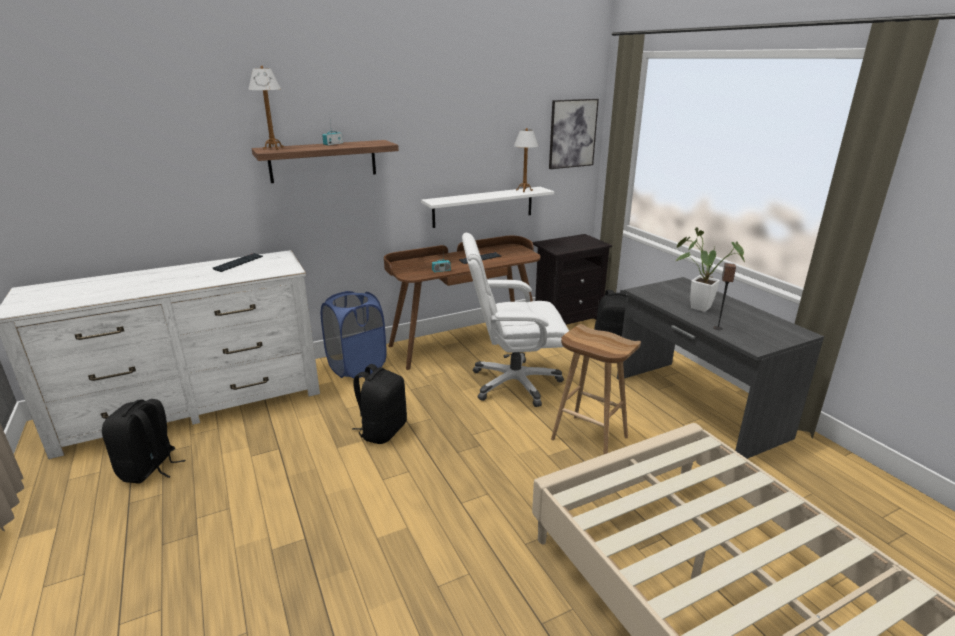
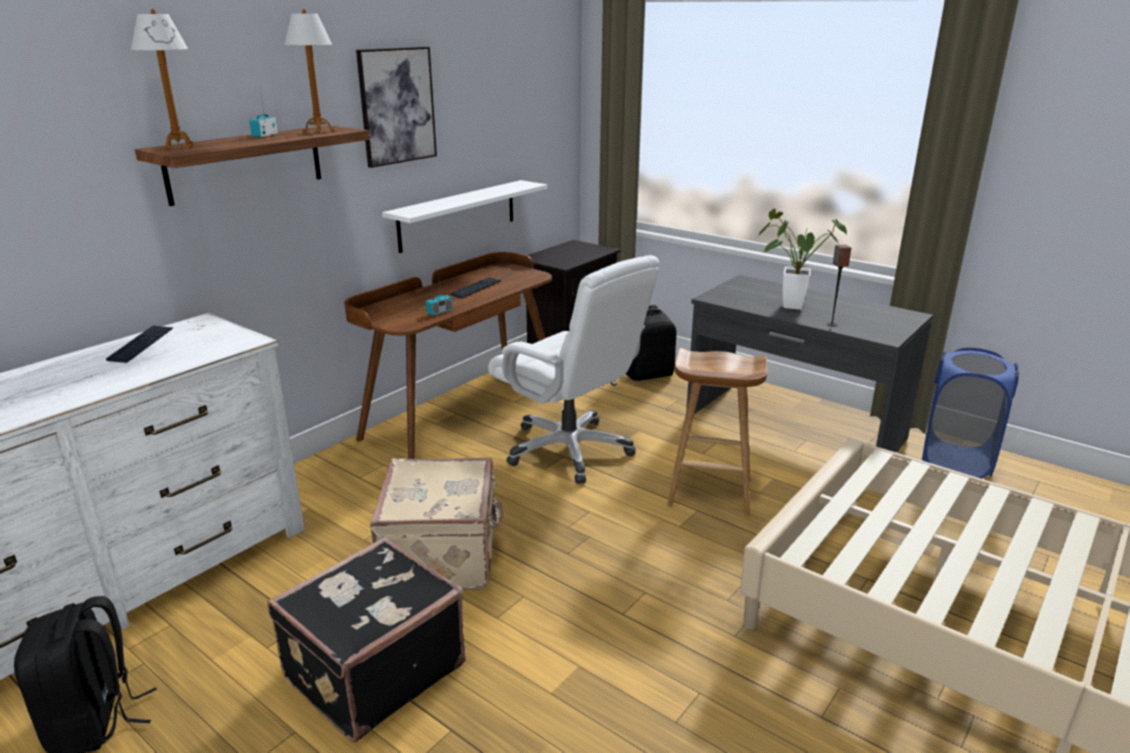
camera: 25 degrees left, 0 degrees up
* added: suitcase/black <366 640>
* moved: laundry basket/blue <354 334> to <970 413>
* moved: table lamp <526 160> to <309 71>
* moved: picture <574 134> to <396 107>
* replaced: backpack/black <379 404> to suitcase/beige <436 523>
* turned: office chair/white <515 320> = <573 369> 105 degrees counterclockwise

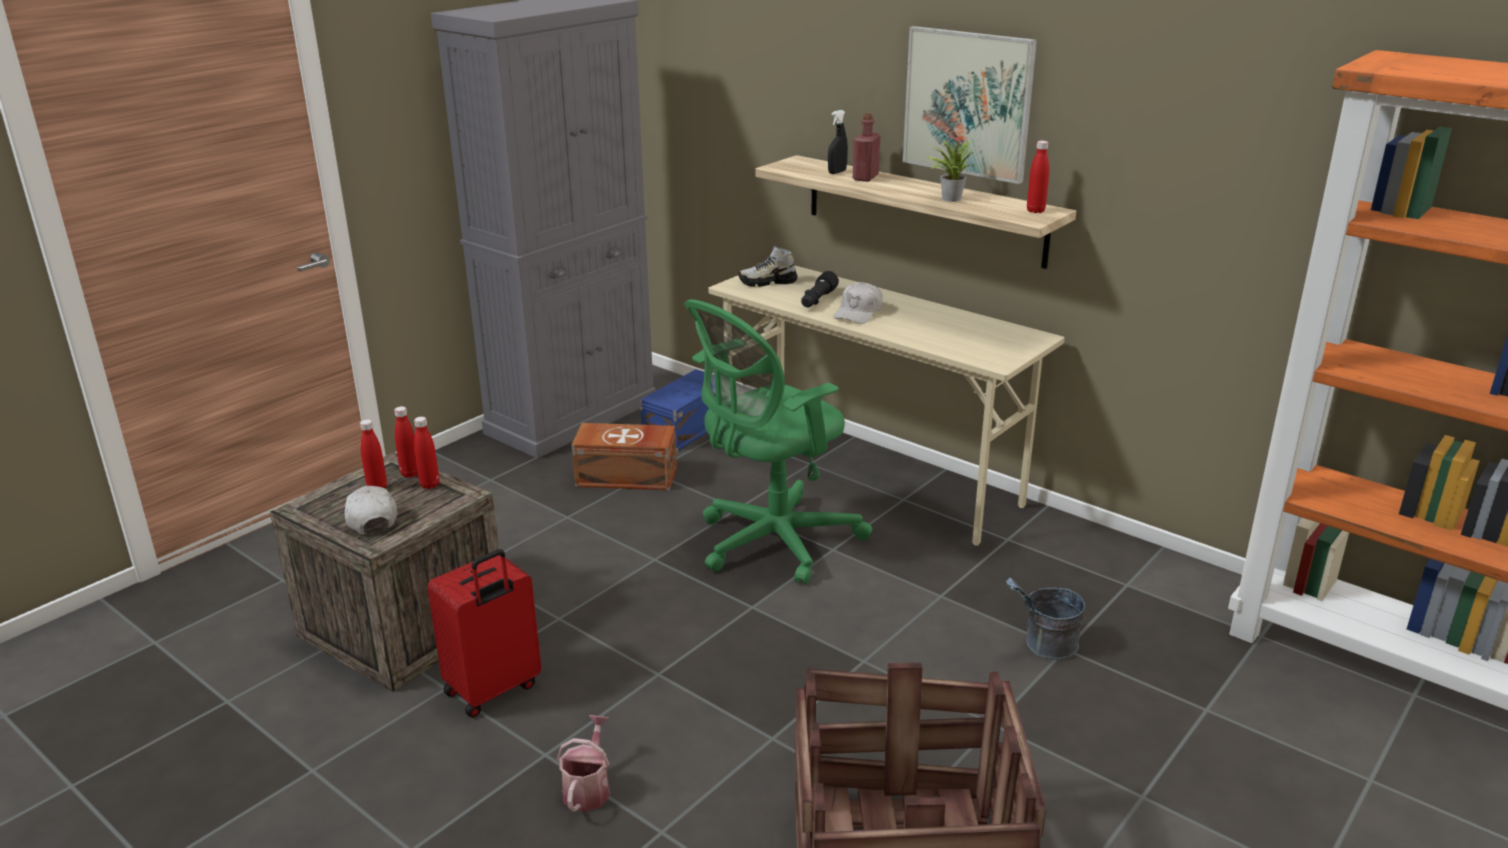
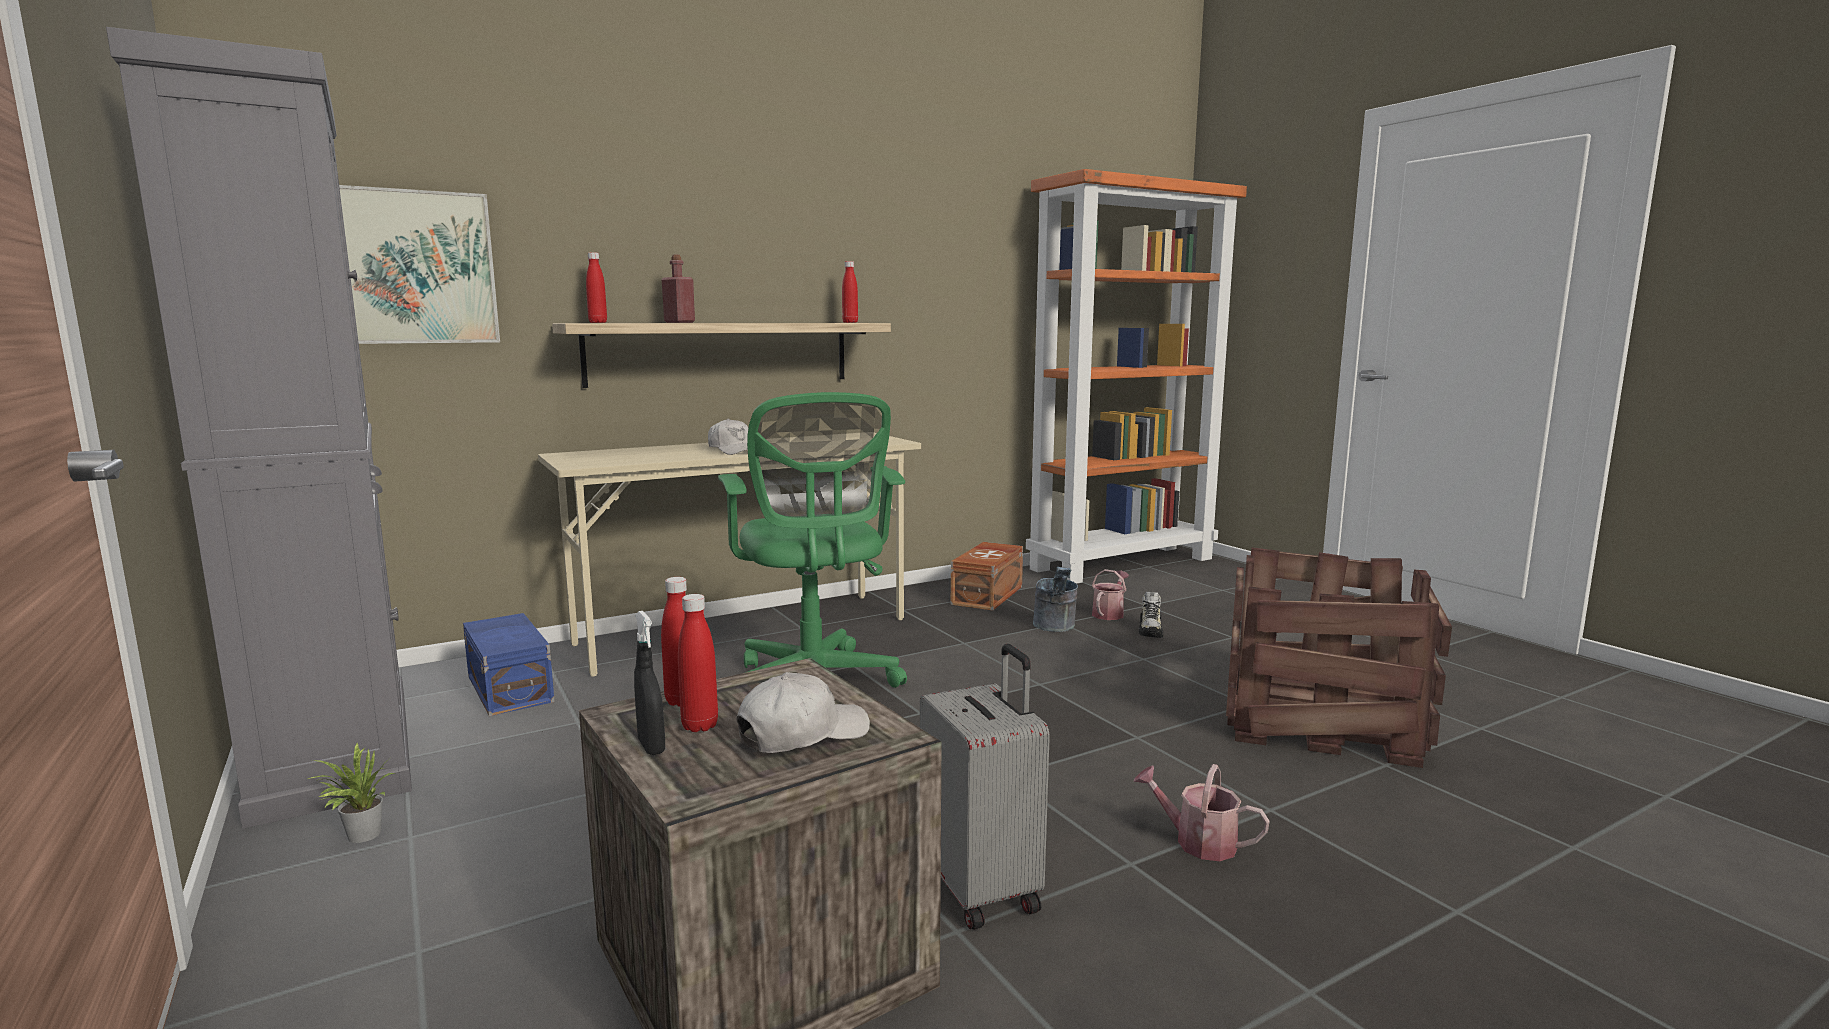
camera: 70 degrees left, 15 degrees down
* removed: flashlight/black <820 289>
* added: watering can <1110 594>
* moved: bottle/red <426 453> to <596 287>
* moved: storage box/brown <624 456> to <987 576>
* moved: shoe <767 266> to <1151 615>
* moved: spray bottle/black <838 142> to <649 683>
* moved: picture <970 105> to <419 264>
* moved: potted plant <951 171> to <352 793>
* recoloured: suitcase/red <484 633> to suitcase/grey <985 787>
* turned: cap/white <371 510> = <803 712> 150 degrees clockwise

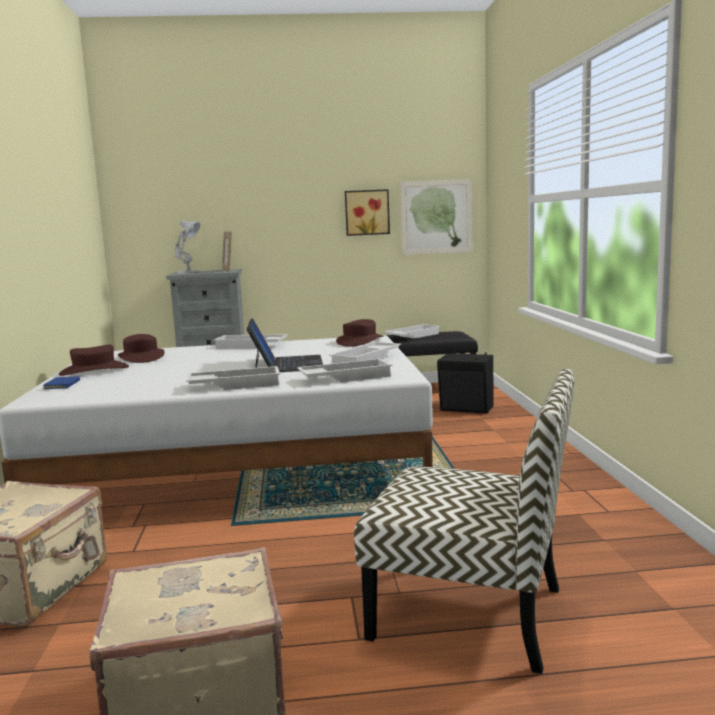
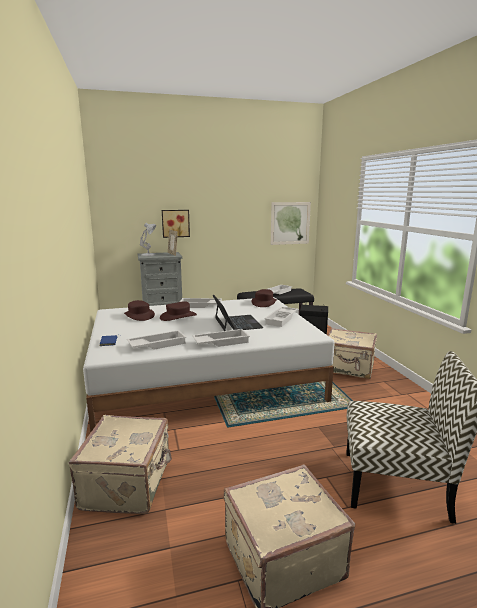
camera: 10 degrees left, 5 degrees up
* added: suitcase/beige <352 353>
* moved: hat/brown <94 360> to <178 311>
* moved: tray/white <345 370> to <157 340>
* moved: picture <367 212> to <176 224>

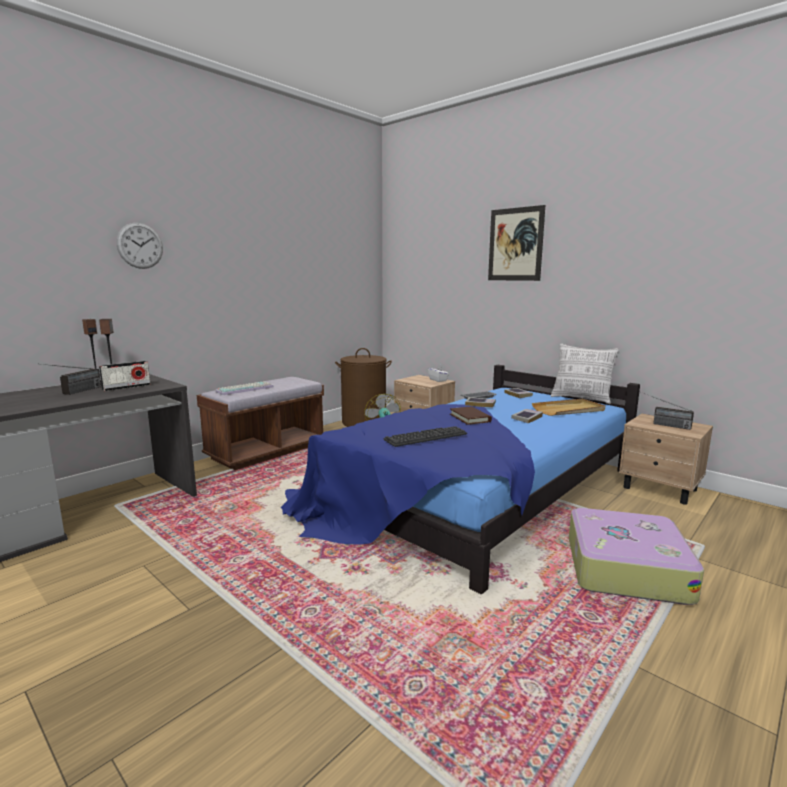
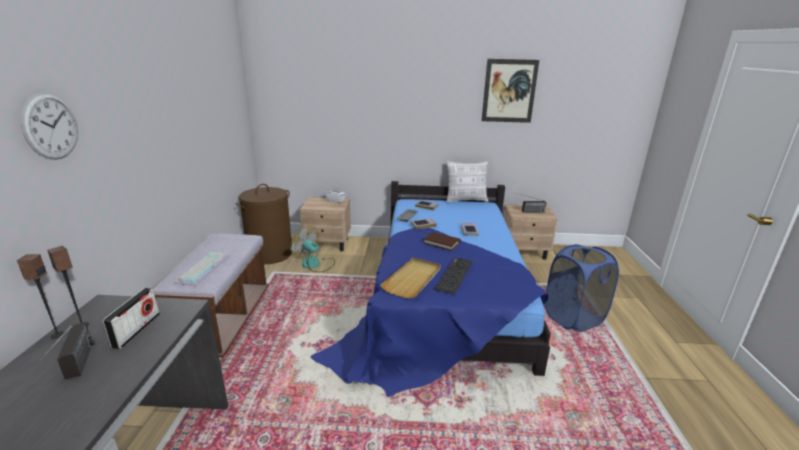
camera: 40 degrees left, 10 degrees up
* moved: picture <516 243> to <510 91>
* moved: tray/beige <568 407> to <410 278>
* replaced: suitcase <636 556> to laundry basket/blue <582 288>

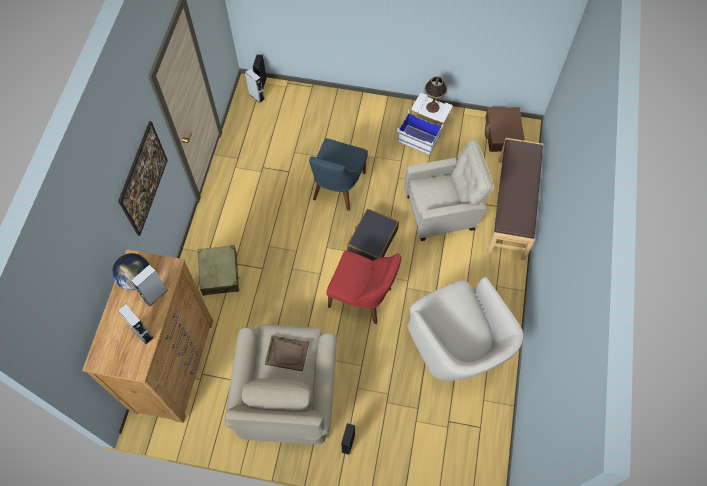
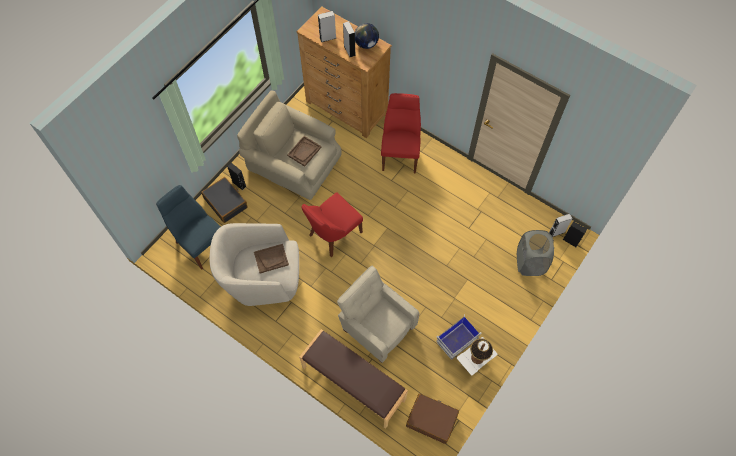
camera: 115 degrees right, 0 degrees up
* removed: picture <143 178>
* added: tray/brown <271 259>
* added: laundry basket/grey <535 253>
* moved: chair/blue <338 174> to <188 227>
* moved: suitcase/black <373 235> to <224 200>
* replaced: suitcase/beige <218 270> to chair/red <401 133>
* turned: armchair/beige <449 190> = <378 314> 120 degrees clockwise

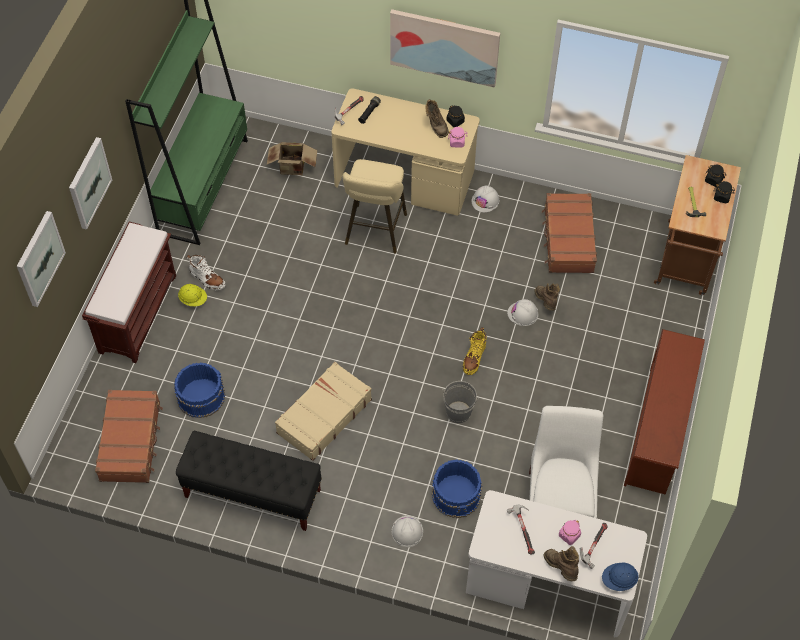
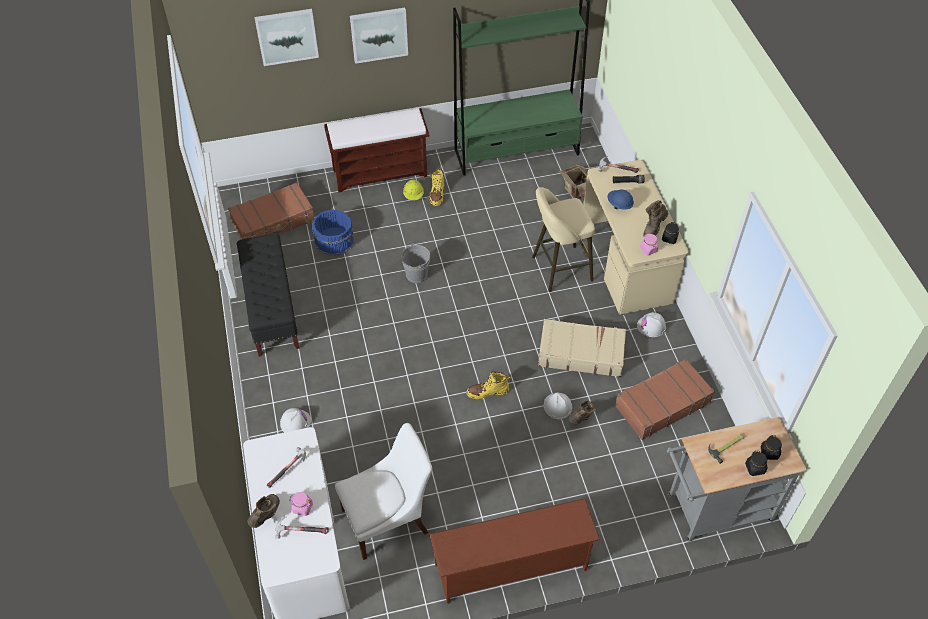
camera: 60 degrees right, 5 degrees down
* removed: picture <445 48>
* removed: bucket/blue <457 488>
* moved: suitcase/beige <323 411> to <582 348>
* moved: bucket/grey <460 402> to <415 263>
* moved: hard hat/blue <620 577> to <621 199>
* recoloured: boot/white <206 272> to boot/yellow <437 186>
* recoloured: cart/brown <697 225> to cart/grey <737 479>

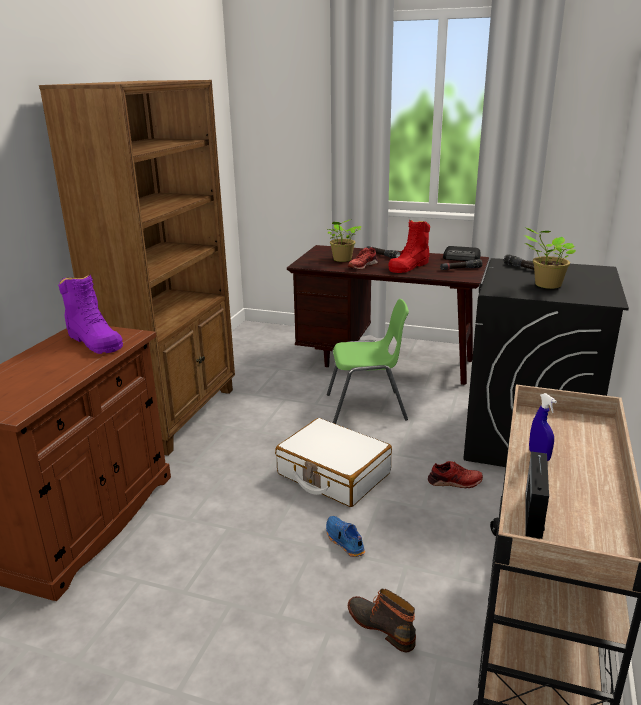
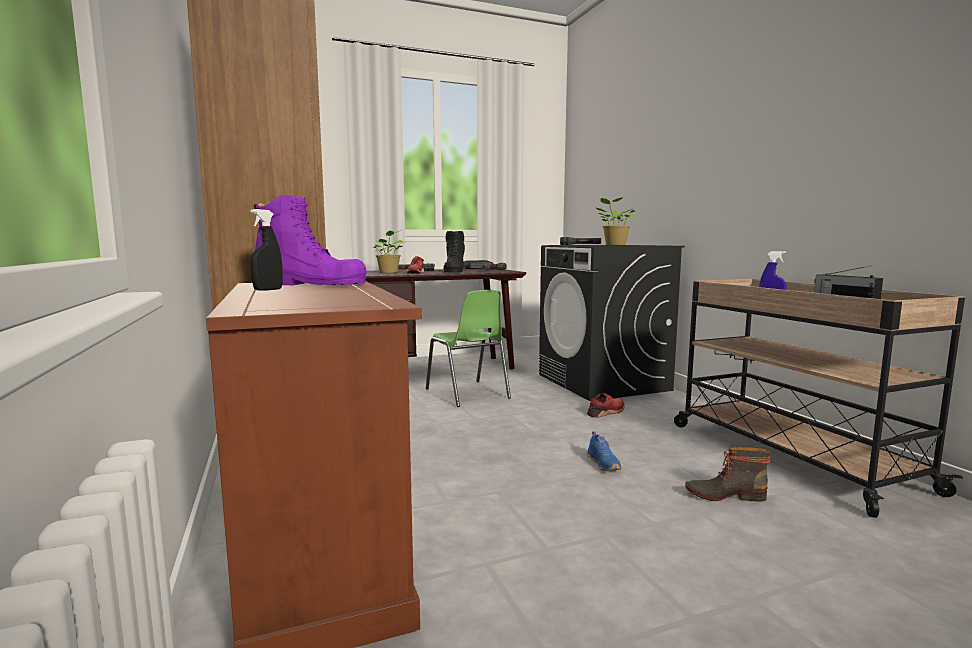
camera: 40 degrees left, 15 degrees down
* removed: suitcase/white <333 462>
* added: spray bottle/black <266 250>
* recoloured: boot/red <409 246> to boot/black <454 251>
* turned: shoe/blue <345 536> = <604 451> 120 degrees counterclockwise
* turned: chair/green <368 361> = <468 348> 105 degrees clockwise

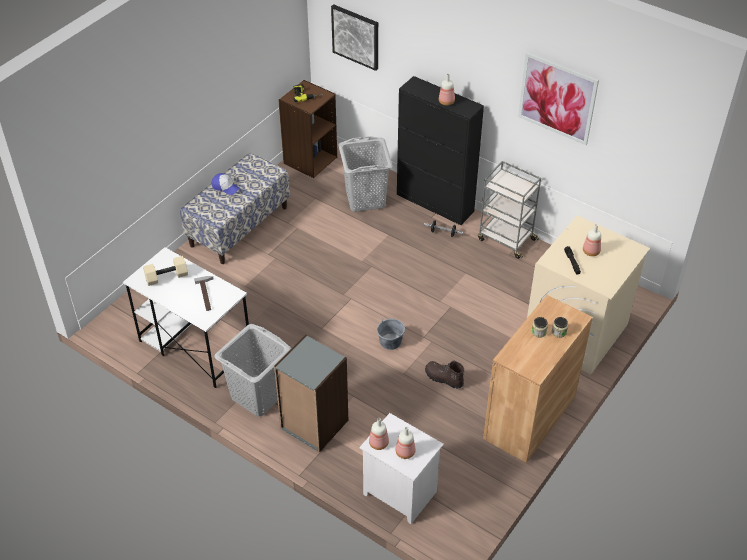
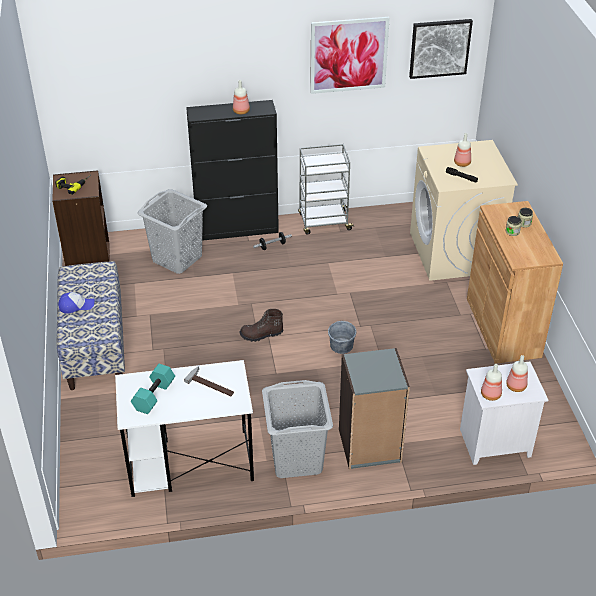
camera: 45 degrees left, 5 degrees down
* moved: picture <354 37> to <441 49>
* moved: boot/brown <444 374> to <261 325>
* recoloured: dumbbell/beige <165 271> to dumbbell/turquoise <153 389>

